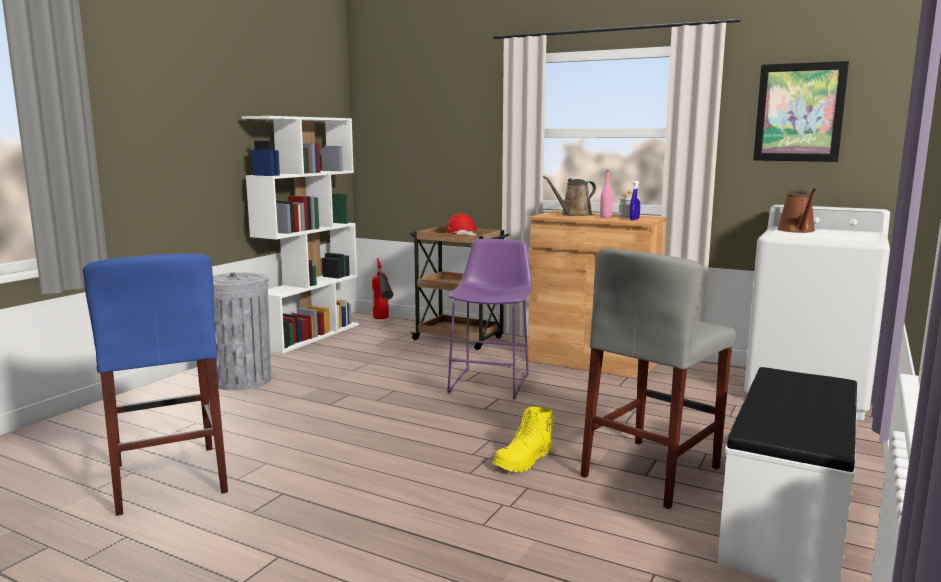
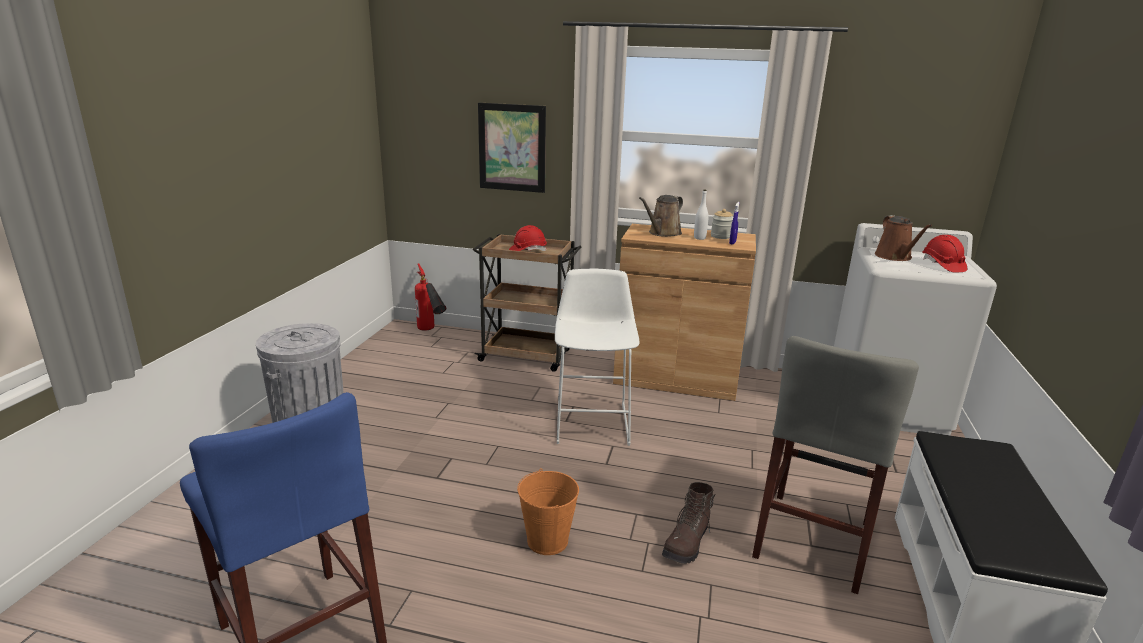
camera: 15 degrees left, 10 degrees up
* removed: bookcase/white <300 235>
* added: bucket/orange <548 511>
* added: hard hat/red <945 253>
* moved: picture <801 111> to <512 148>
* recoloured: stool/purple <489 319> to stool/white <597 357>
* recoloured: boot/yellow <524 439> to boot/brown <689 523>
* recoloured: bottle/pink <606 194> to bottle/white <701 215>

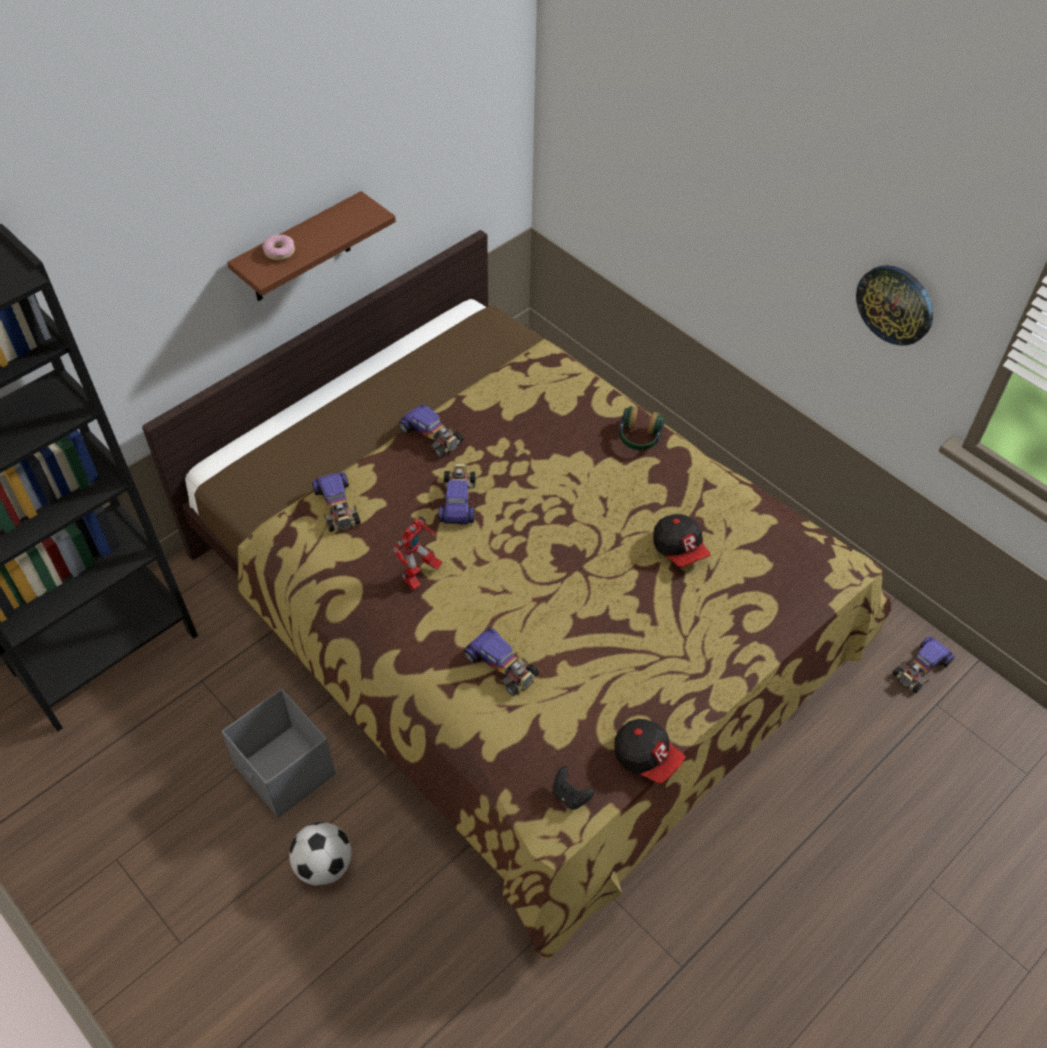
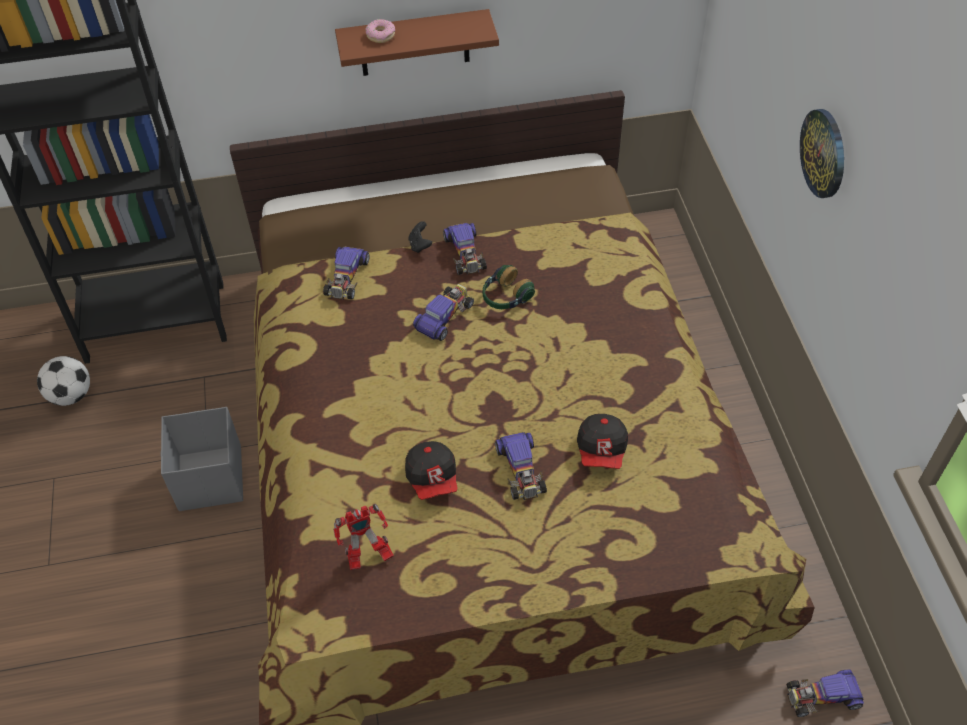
camera: 35 degrees right, 0 degrees up
* moved: football <320 854> to <63 381>
* moved: toy robot <418 553> to <363 536>
* moved: toy car <501 662> to <521 466>
* moved: game controller/black <573 788> to <420 237>
* moved: cap <650 751> to <431 470>
* moved: headphones <642 428> to <509 287>
* moved: wall clock <894 305> to <822 153>

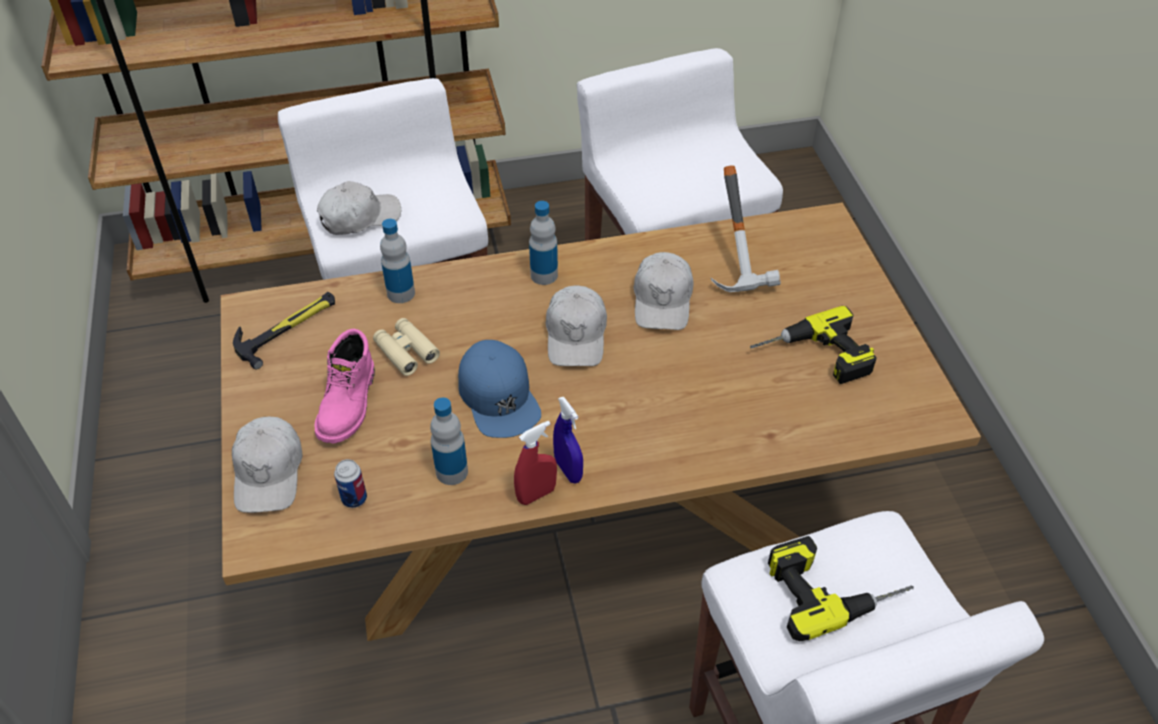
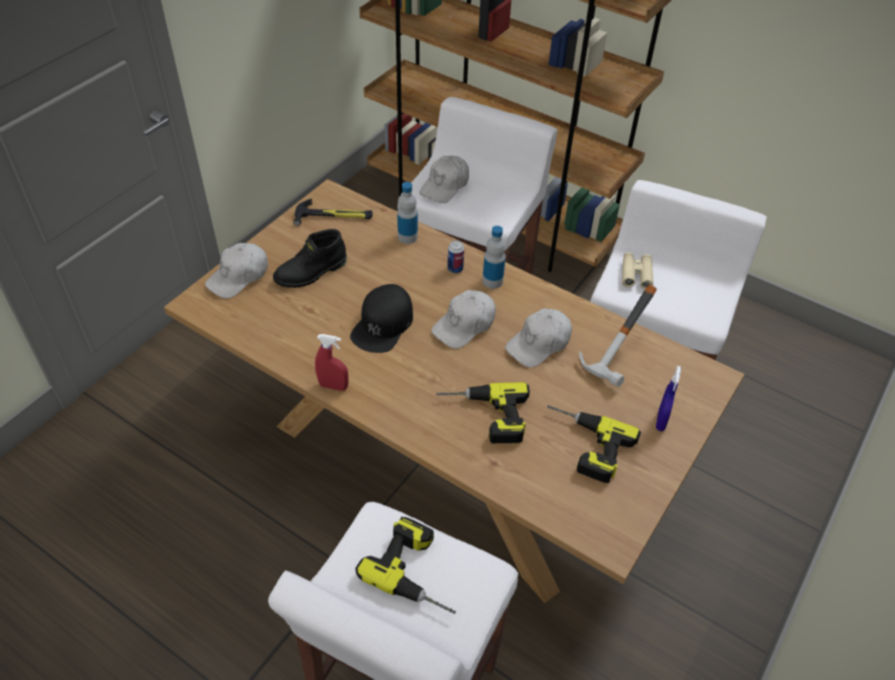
camera: 45 degrees right, 0 degrees up
* removed: bottle <449 441>
* added: power drill <483 413>
* moved: can <350 483> to <455 256>
* moved: binoculars/beige <406 347> to <637 270>
* moved: spray bottle/blue <568 440> to <668 398>
* recoloured: boot/pink <345 386> to boot/black <310 258>
* recoloured: cap/blue <499 389> to cap/black <381 318>
* turned: cap/white <359 208> = <444 179> 105 degrees clockwise

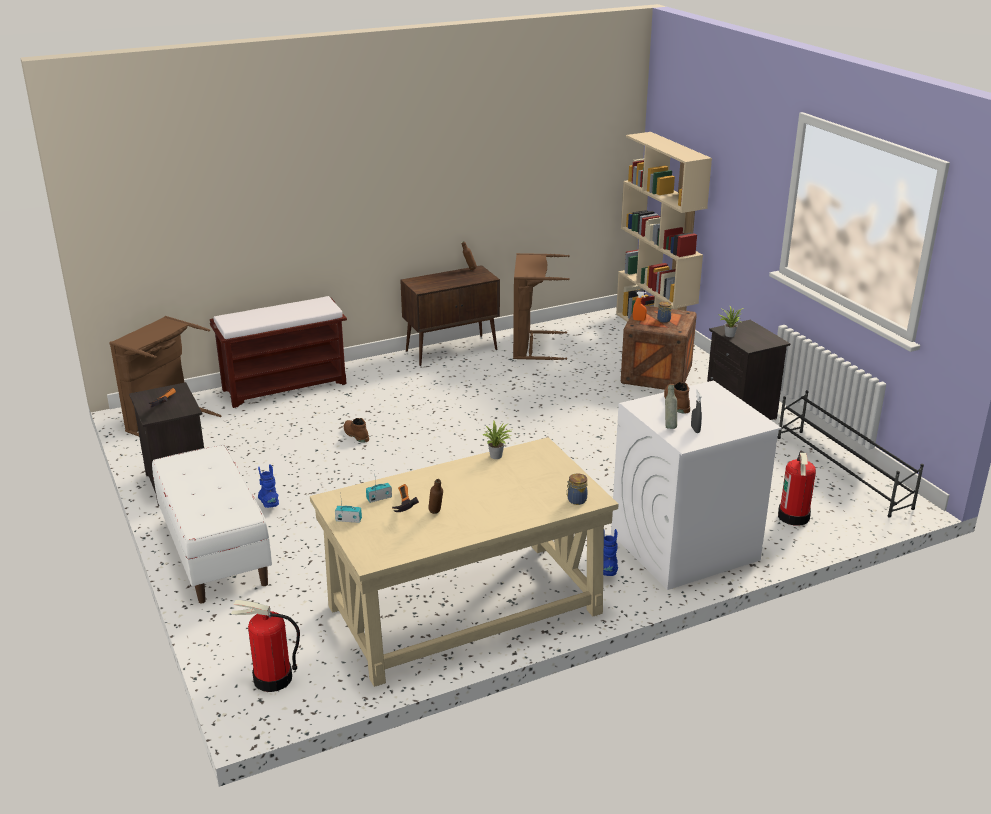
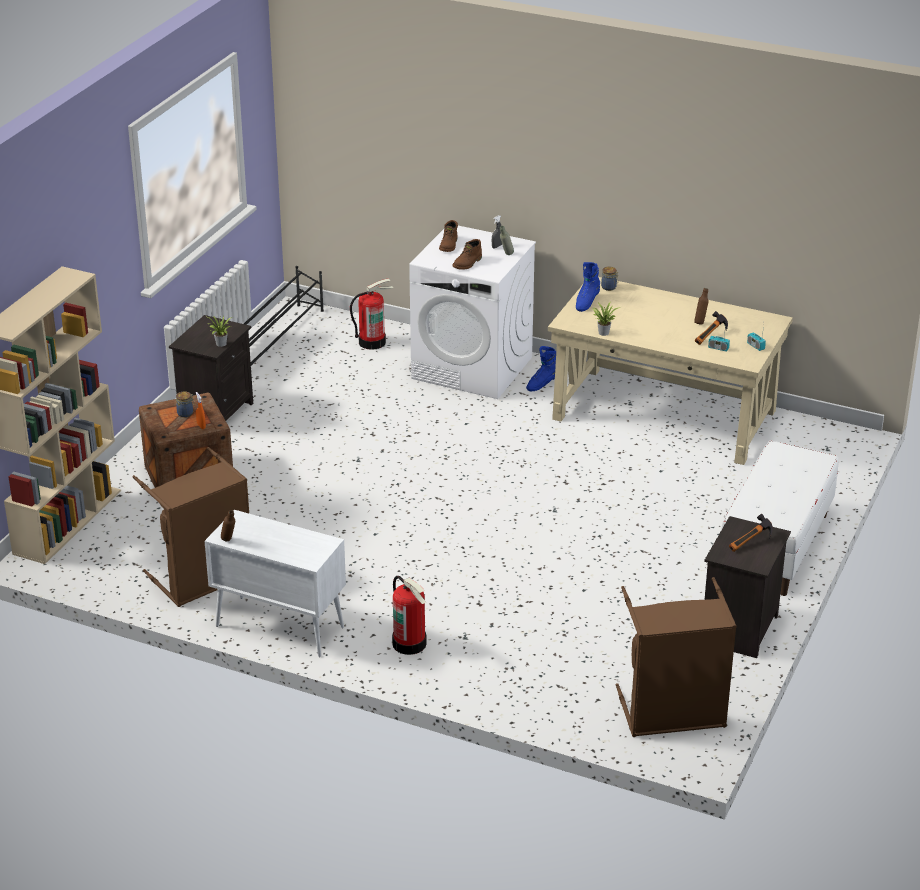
camera: 130 degrees left, 5 degrees up
* removed: bench/brown <278 352>
* moved: fire extinguisher <265 646> to <409 615>
* moved: boot/blue <268 486> to <588 287>
* moved: boot/brown <356 430> to <448 236>
* recoloured: cabinet/brown <450 315> to cabinet/white <275 583>

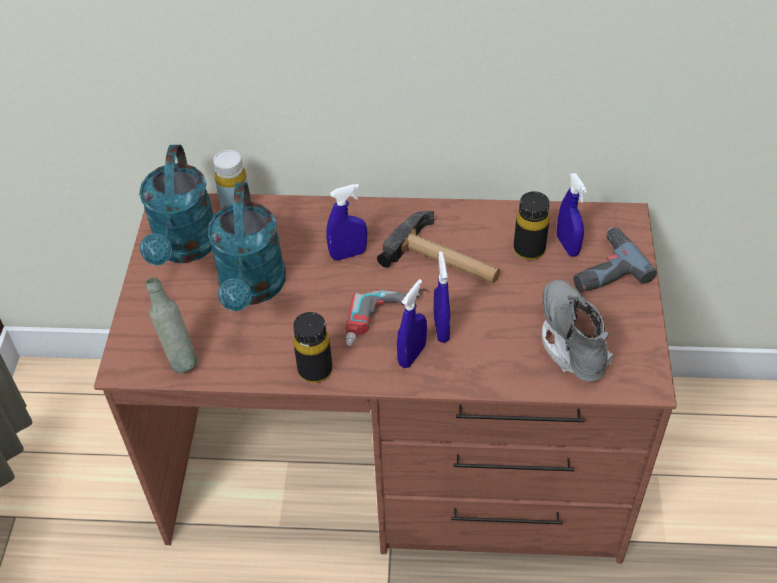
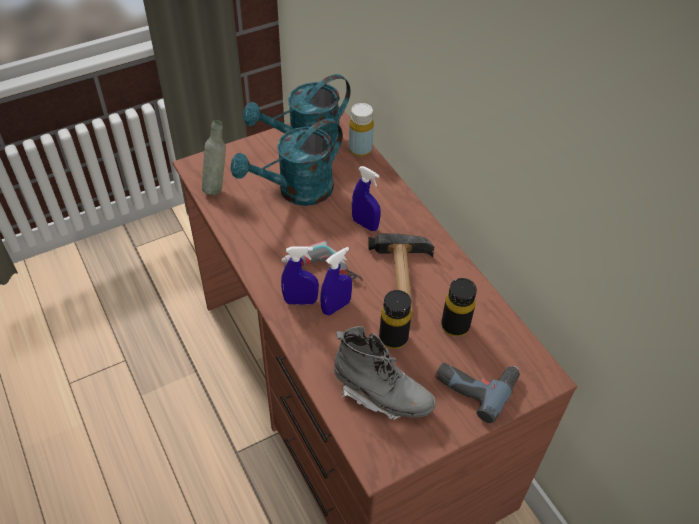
camera: 55 degrees right, 0 degrees up
* removed: spray bottle/blue <572 215>
* moved: bottle/black <312 347> to <395 319>
* turned: boot/grey <577 330> = <385 373> 75 degrees clockwise

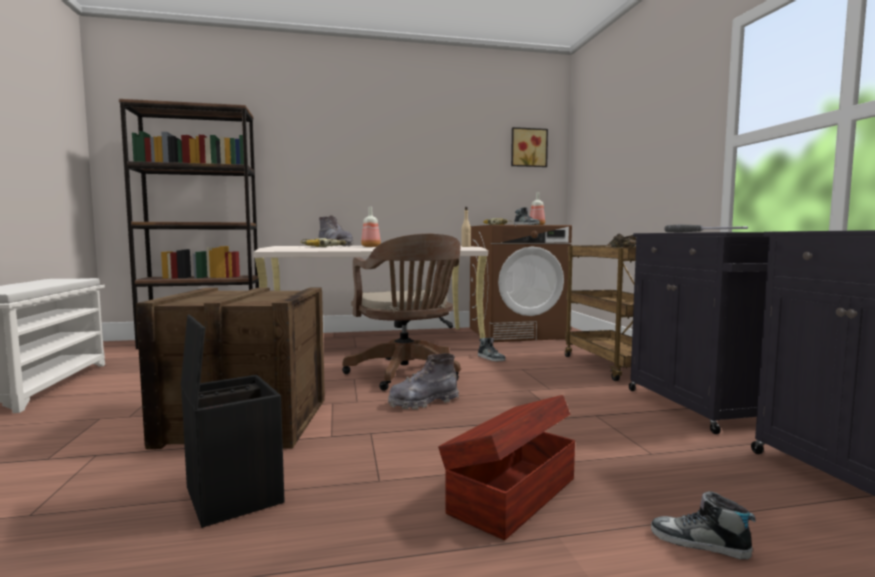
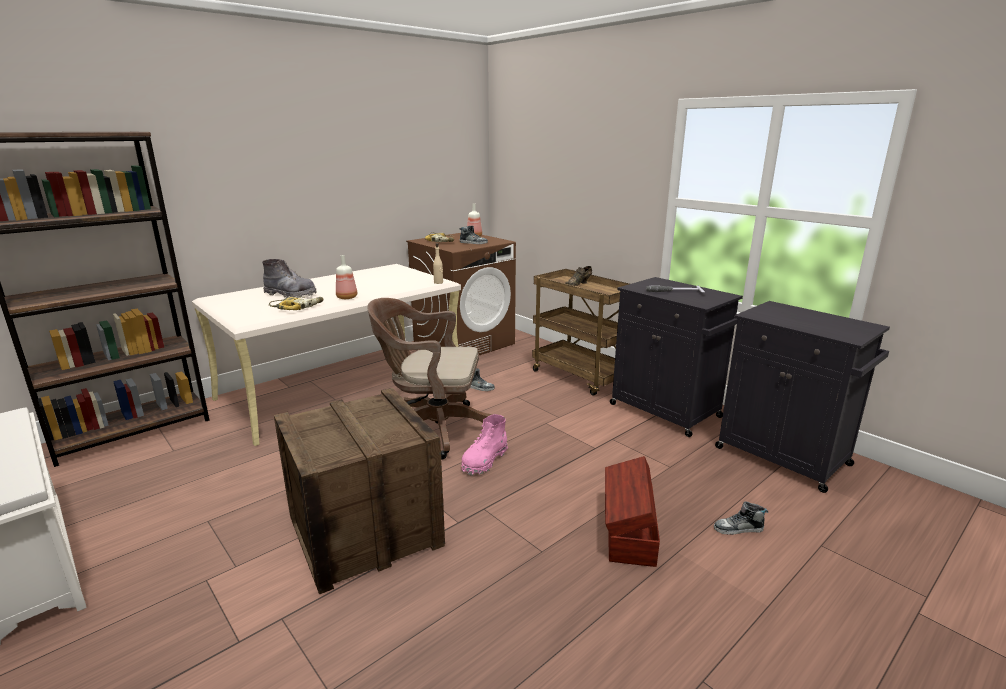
camera: 30 degrees left, 15 degrees up
* removed: storage box/black <233 421>
* removed: picture <529 147>
* recoloured: boot/grey <423 381> to boot/pink <484 445>
* turned: office chair/brown <401 312> = <430 378> 150 degrees clockwise

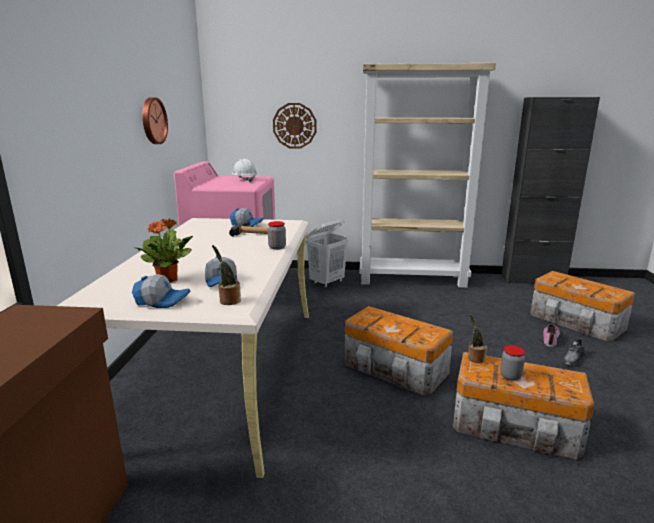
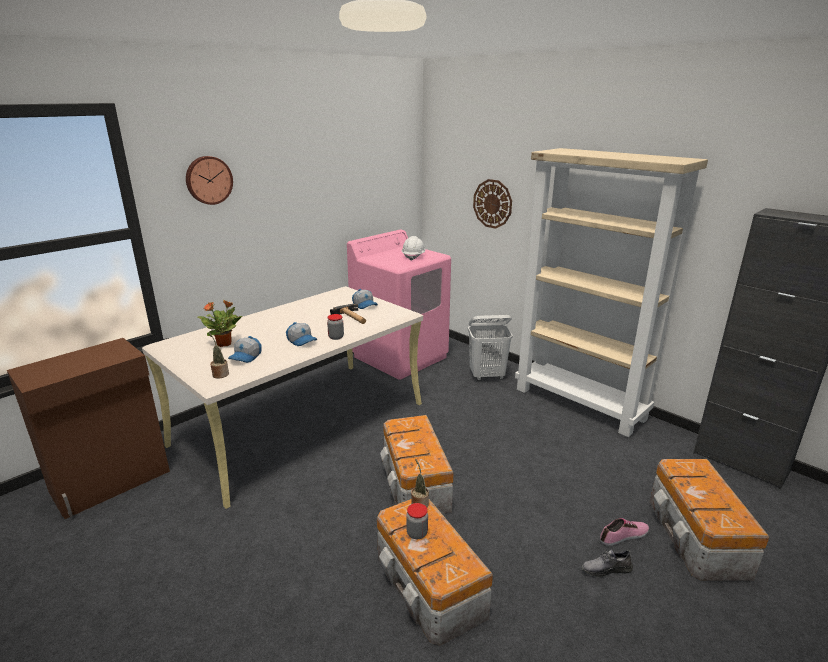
camera: 40 degrees right, 5 degrees up
* moved: cap <161 291> to <301 334>
* moved: wall clock <155 120> to <209 180>

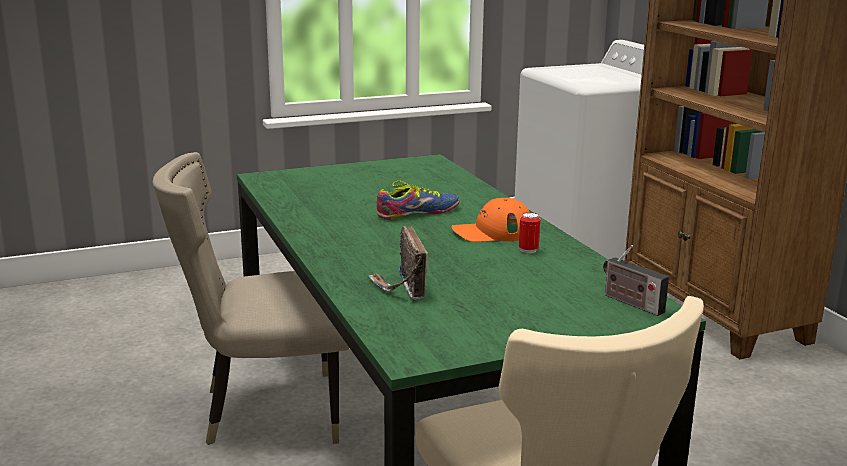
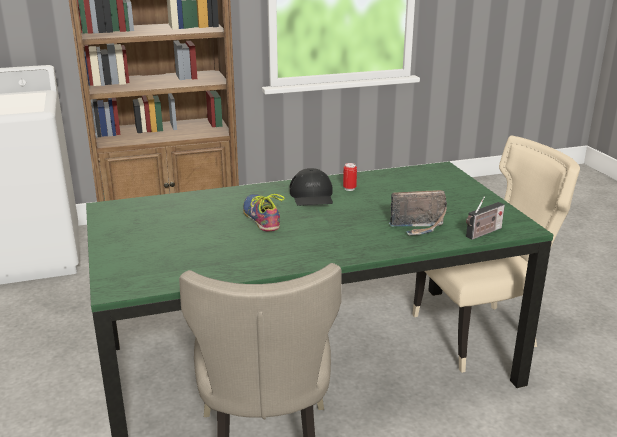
camera: 85 degrees left, 5 degrees up
* moved: radio <636 280> to <485 218>
* recoloured: cap/orange <490 220> to cap/black <311 187>

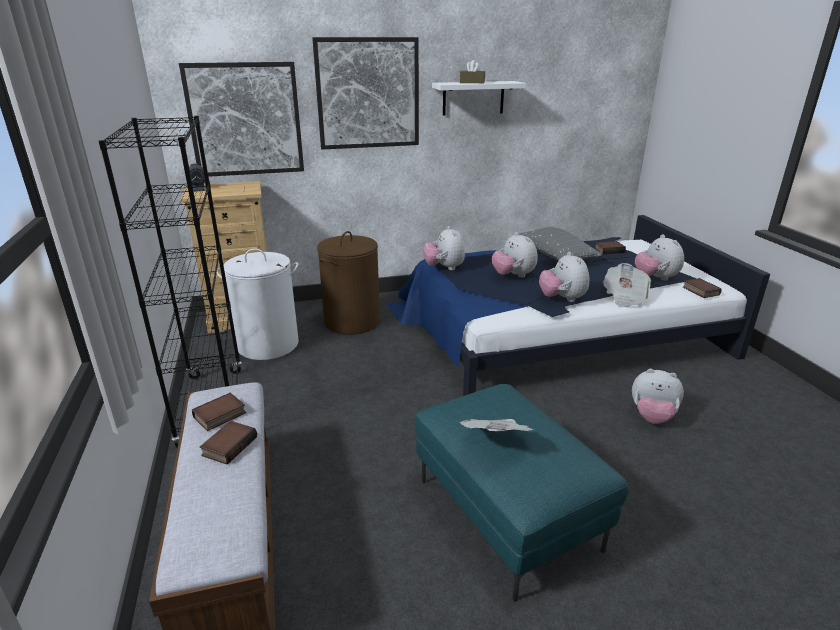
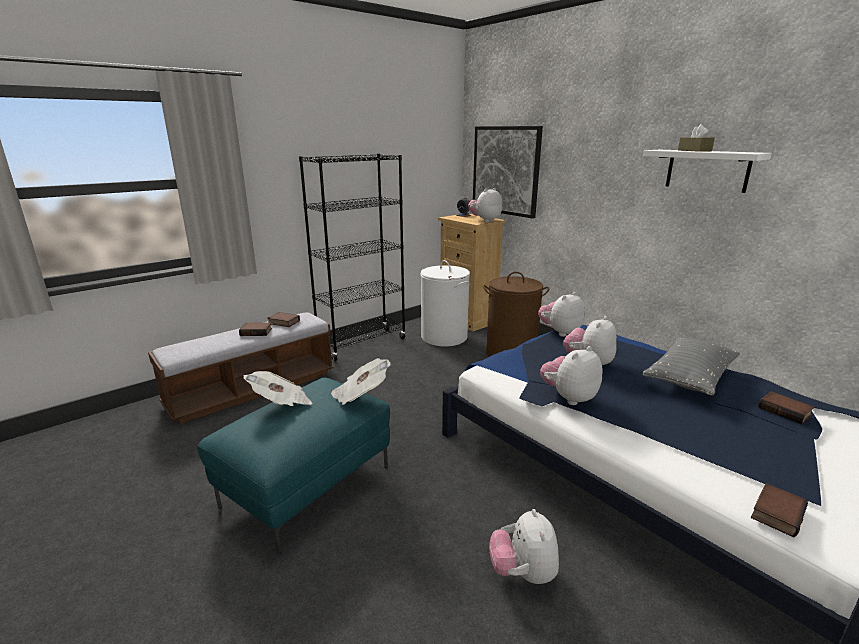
camera: 65 degrees right, 5 degrees down
* removed: picture <365 93>
* moved: newspaper <627 285> to <361 381>
* moved: plush toy <659 258> to <485 205>

